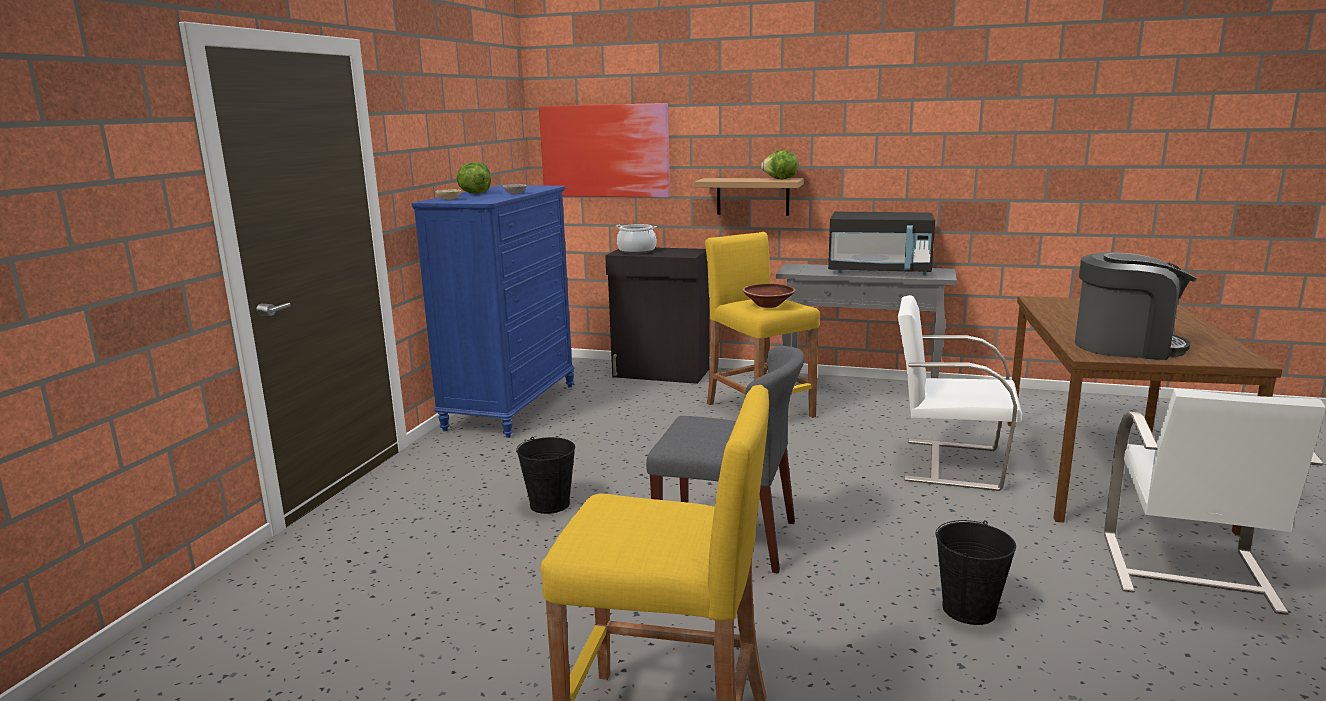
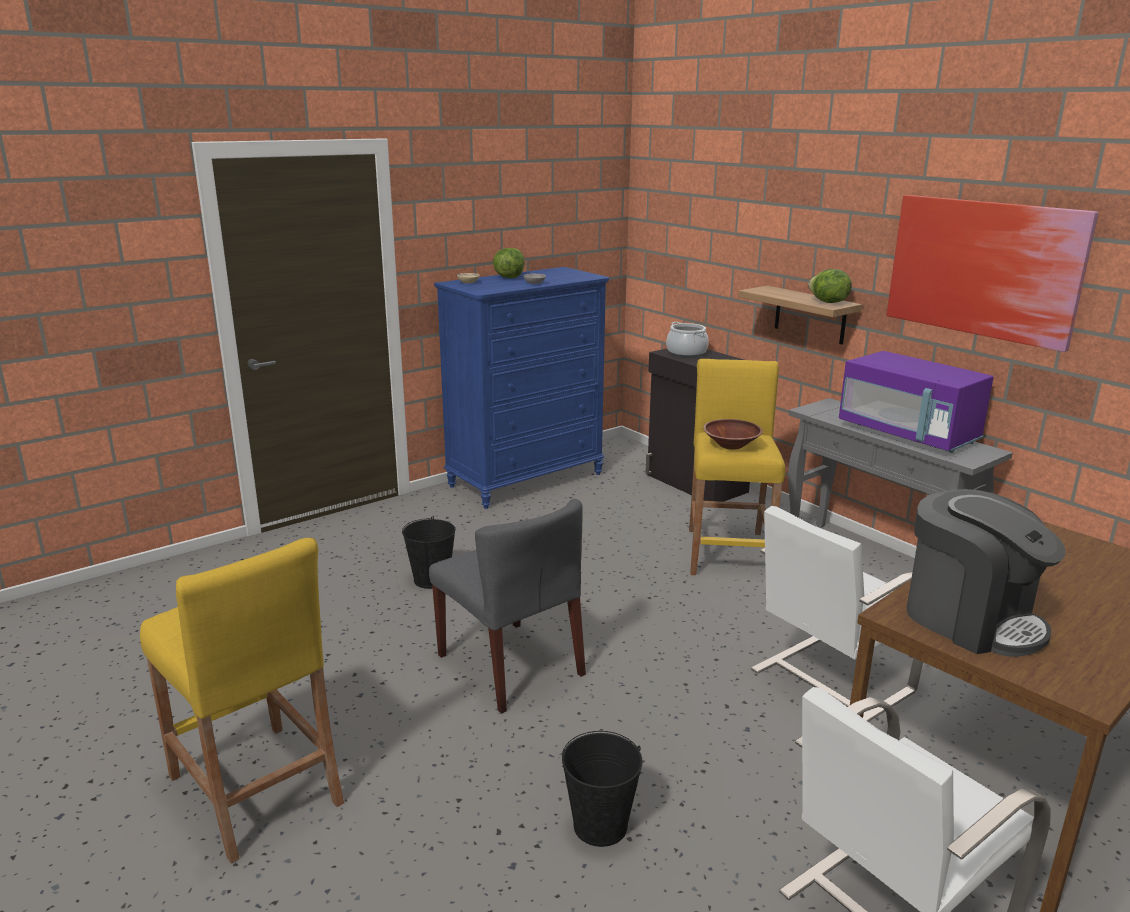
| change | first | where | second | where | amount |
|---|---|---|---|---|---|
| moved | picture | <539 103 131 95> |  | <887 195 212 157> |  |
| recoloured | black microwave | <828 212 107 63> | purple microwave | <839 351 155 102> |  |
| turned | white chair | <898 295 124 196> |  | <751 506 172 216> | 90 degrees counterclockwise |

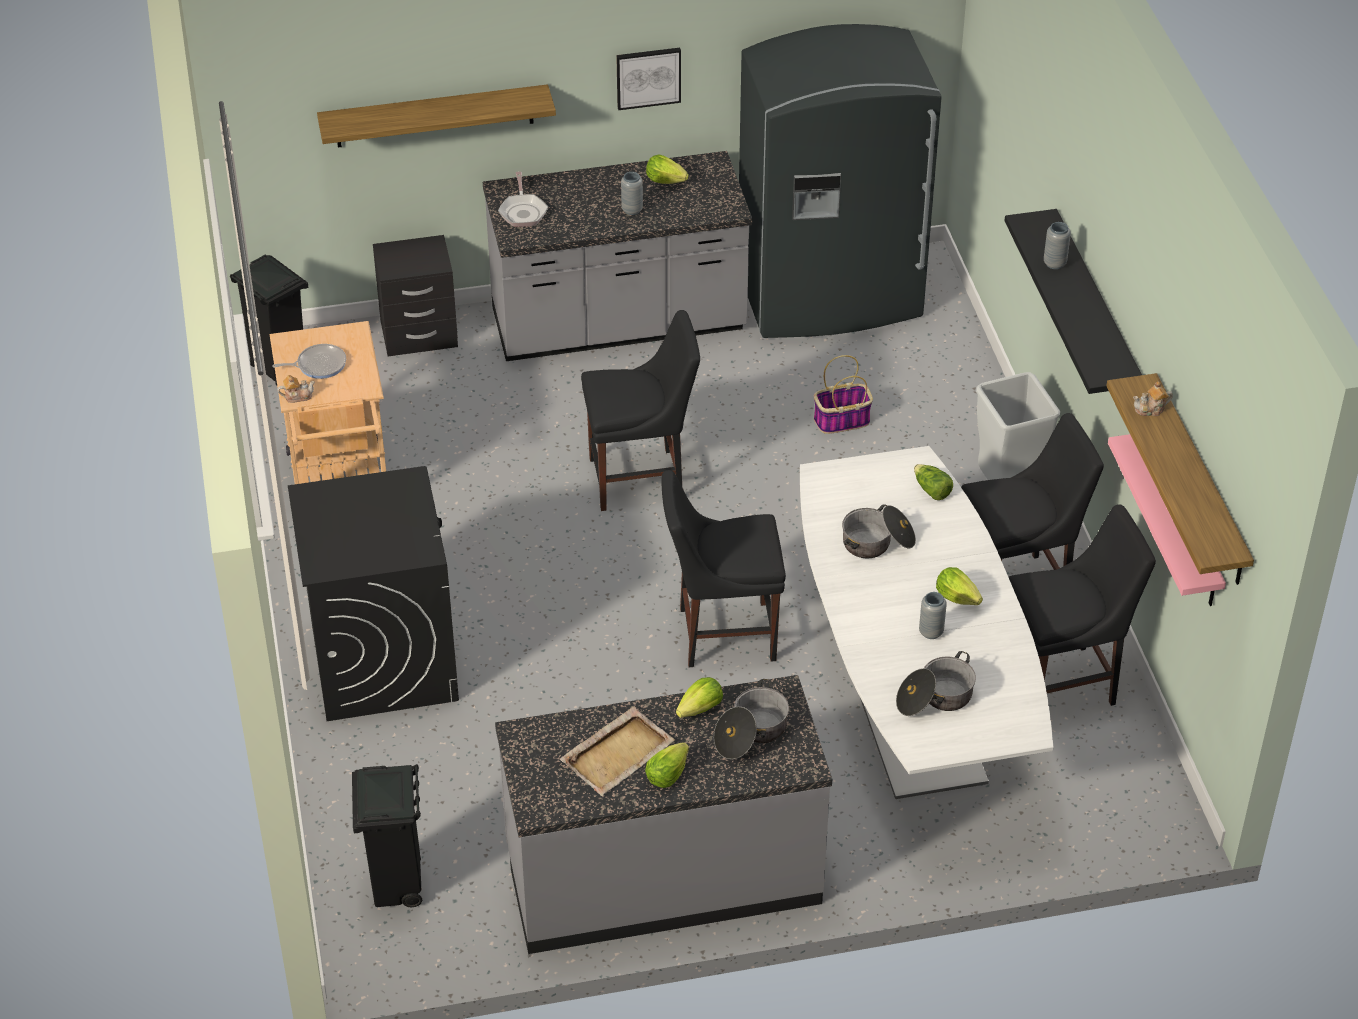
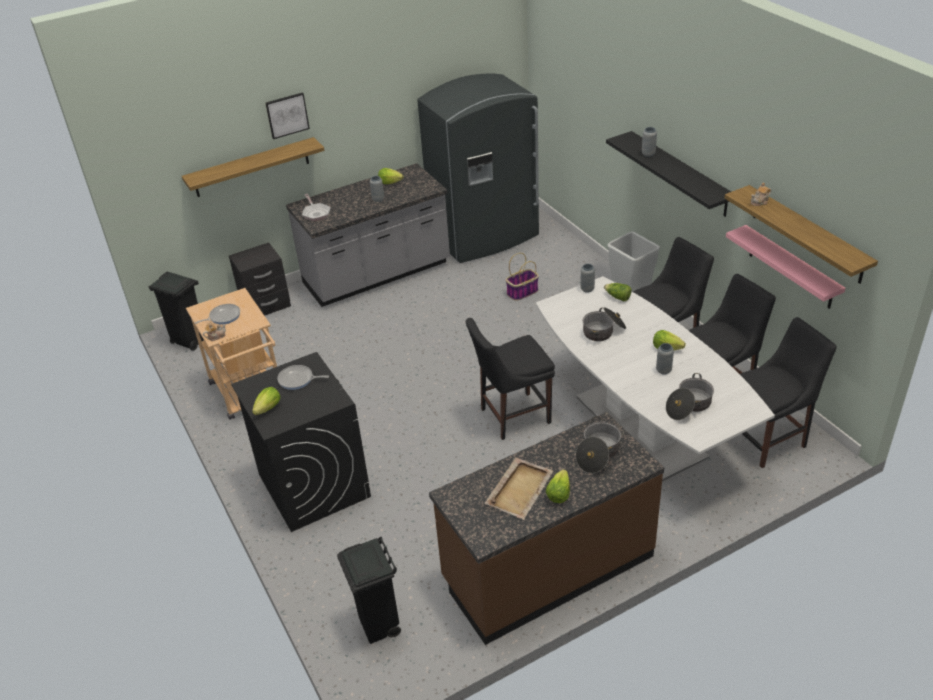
| change | first | where | second | where | amount |
|---|---|---|---|---|---|
| recoloured | grey counter | <495 675 337 279> | brown counter | <429 412 235 233> |  |
| moved | black chair | <581 310 119 201> |  | <740 317 97 151> |  |
| moved | picture | <616 48 65 62> |  | <265 93 45 46> |  |
| moved | lettuce | <676 677 47 41> |  | <252 387 29 28> |  |
| added |  |  | frying pan | <277 365 52 25> |  |
| added |  |  | grey vase | <580 264 15 29> |  |

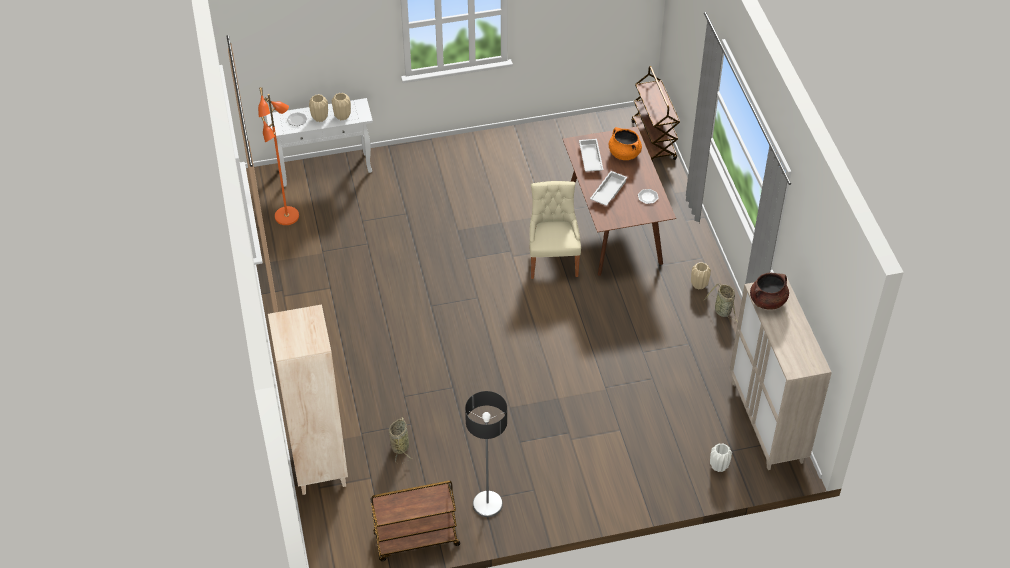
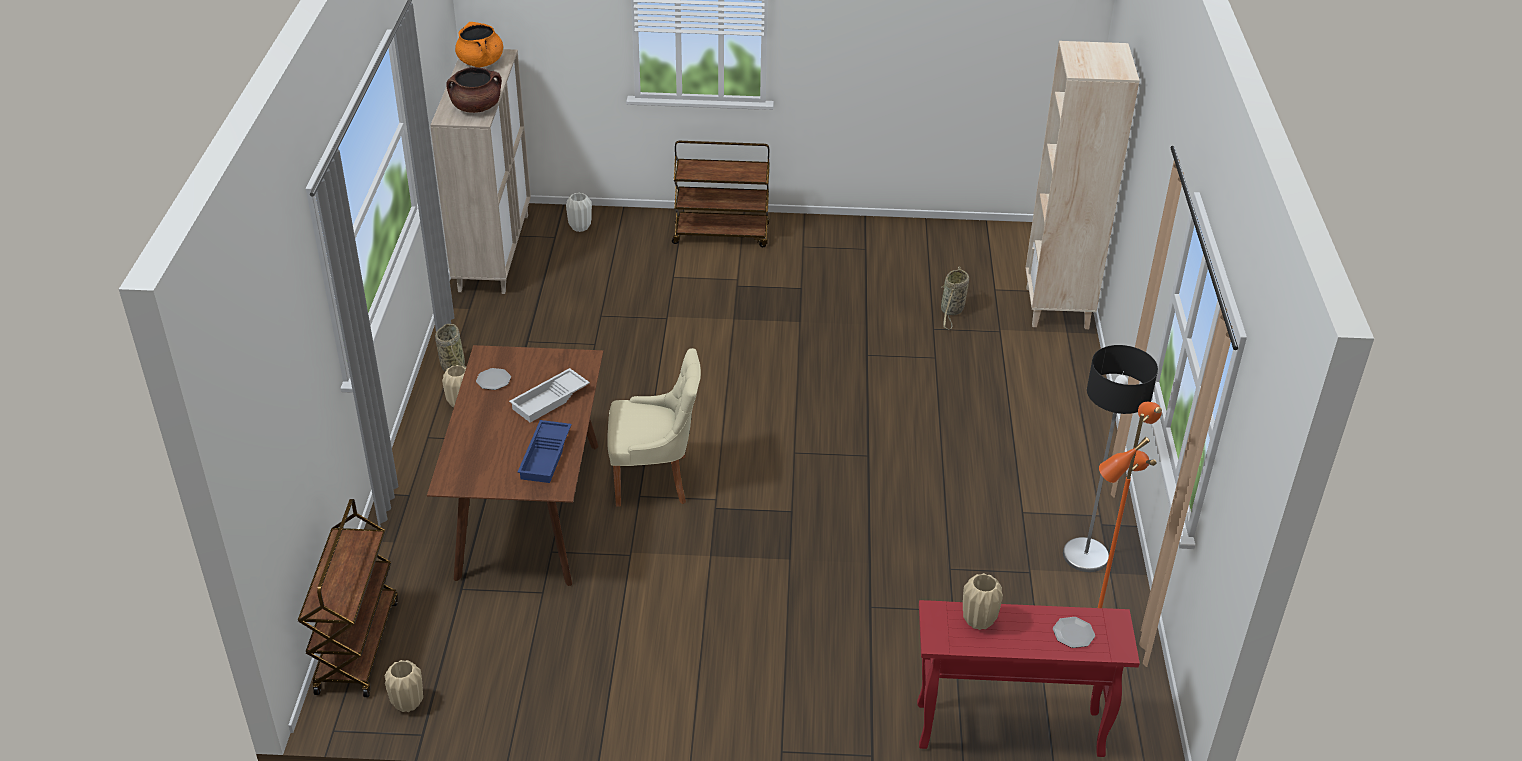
| change | first | where | second | where | amount |
|---|---|---|---|---|---|
| recoloured | white console table | <266 98 107 89> | red console table | <917 600 223 157> |  |
| moved | beige vase | <309 94 19 28> |  | <384 660 39 52> |  |
| moved | brown cart | <370 481 90 80> |  | <672 141 98 106> |  |
| moved | floor lamp | <465 391 42 126> |  | <1063 345 95 227> |  |
| turned | beige chair | <530 181 51 98> |  | <607 348 94 159> | 105 degrees counterclockwise |
| recoloured | white tray | <579 139 24 33> | blue tray | <518 420 54 63> |  |
| moved | orange cooking pot | <609 127 33 33> |  | <455 22 48 45> |  |

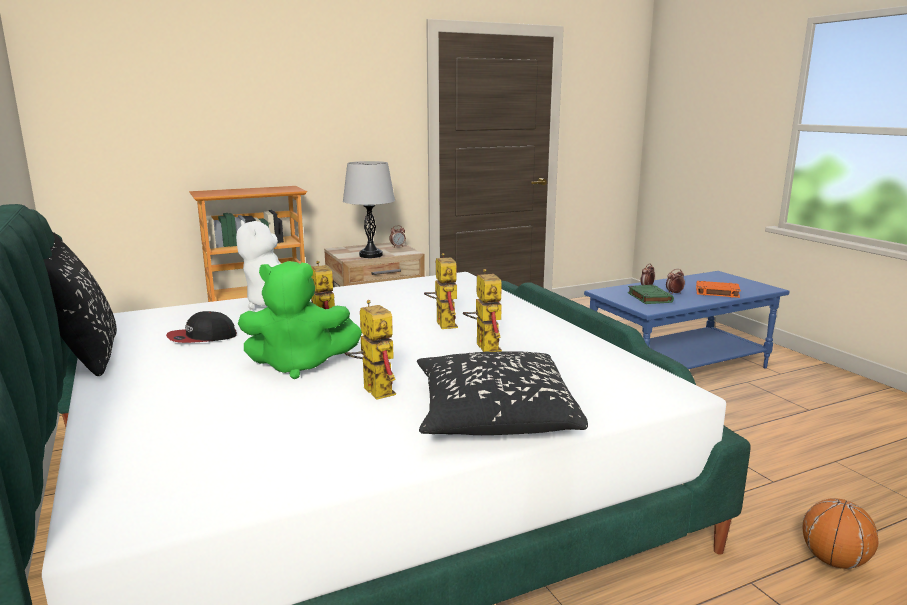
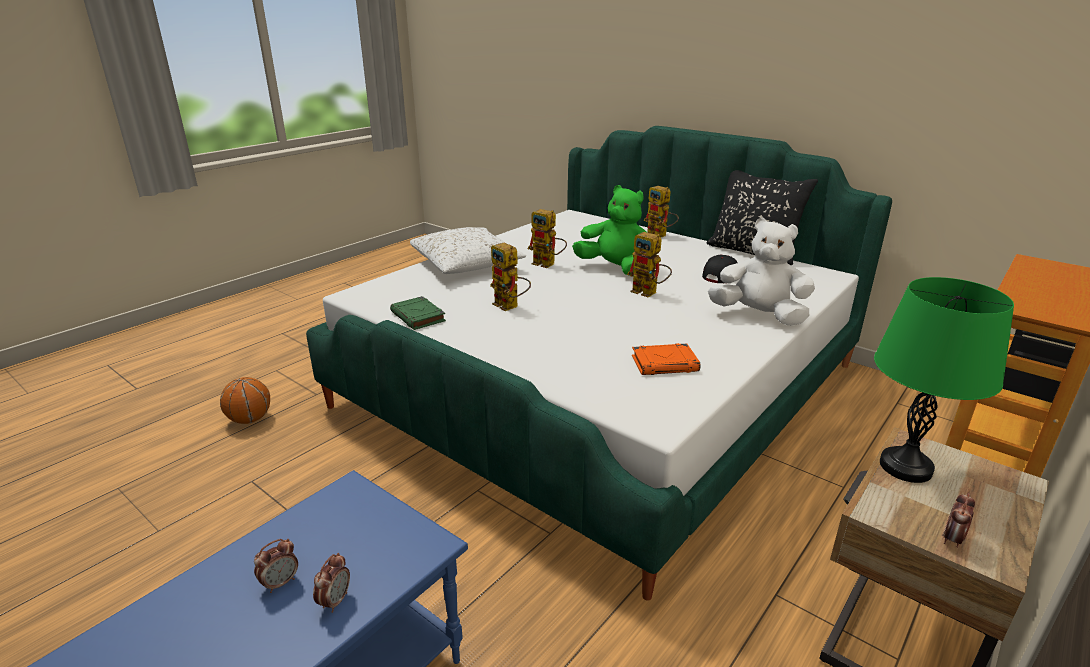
| change | first | where | second | where | amount |
|---|---|---|---|---|---|
| turned | green plush toy | <238 261 124 118> |  | <572 185 74 91> | 60 degrees clockwise |
| recoloured | grey table lamp | <343 161 52 97> | green table lamp | <874 277 140 206> |  |
| recoloured | black pillow | <417 351 171 84> | white pillow | <410 227 116 47> |  |
| moved | toy robot | <424 253 34 76> |  | <644 186 35 51> |  |
| moved | green book | <628 285 46 19> |  | <390 296 56 34> |  |
| moved | orange book | <696 281 45 17> |  | <632 343 68 32> |  |

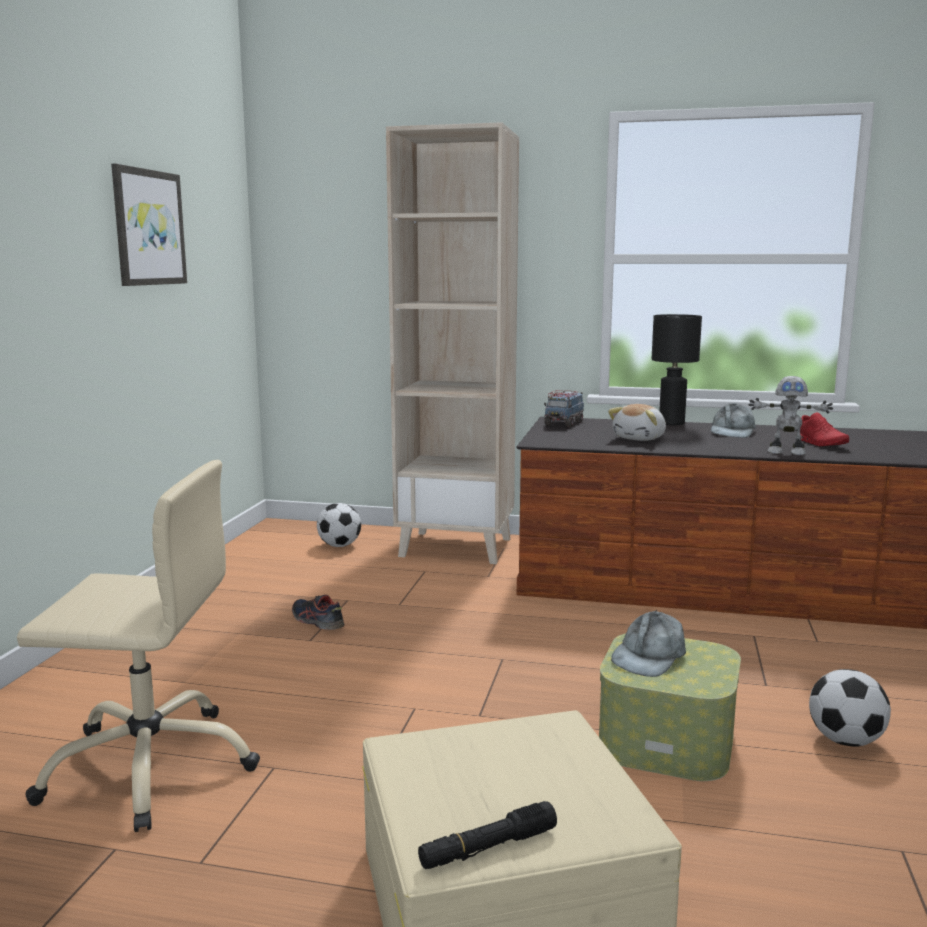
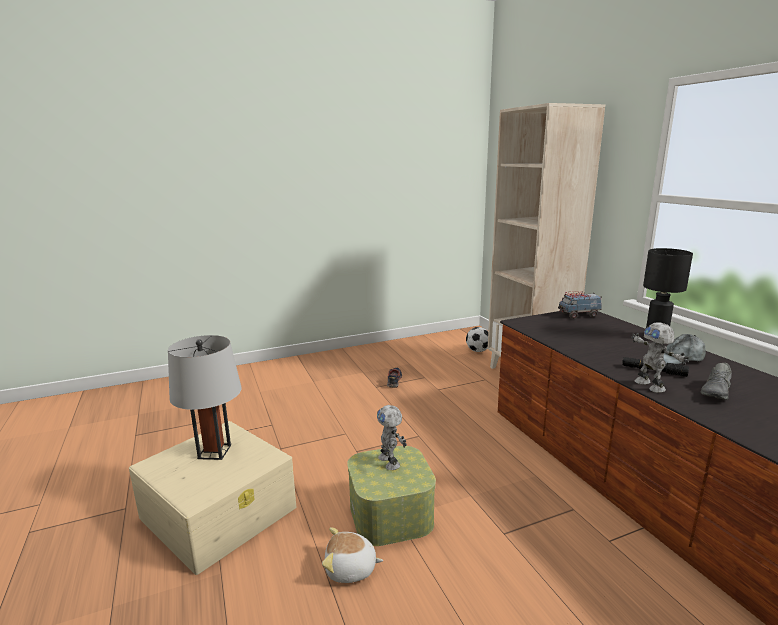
| change | first | where | second | where | amount |
|---|---|---|---|---|---|
| removed | beige office chair | <17 460 243 372> |  |  |  |
| removed | picture | <111 164 76 122> |  |  |  |
| moved | black flashlight | <418 801 139 68> |  | <622 357 67 20> |  |
| moved | plush toy | <608 404 58 37> |  | <322 527 61 56> |  |
| replaced | grey cap | <611 610 75 67> | toy robot | <377 405 30 65> |  |
| recoloured | red shoe | <800 412 49 34> | grey shoe | <701 363 31 37> |  |
| removed | football | <809 669 82 78> |  |  |  |
| added |  |  | grey table lamp | <168 335 73 125> |  |

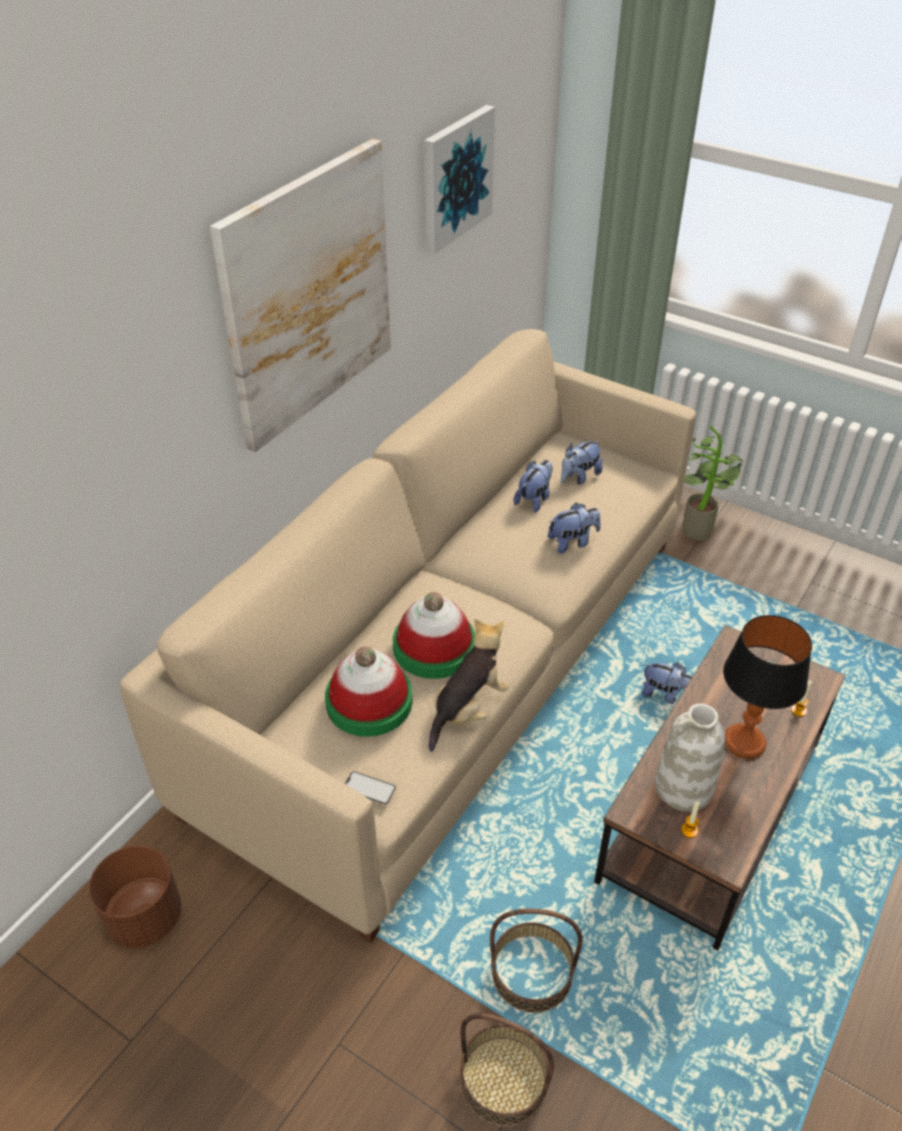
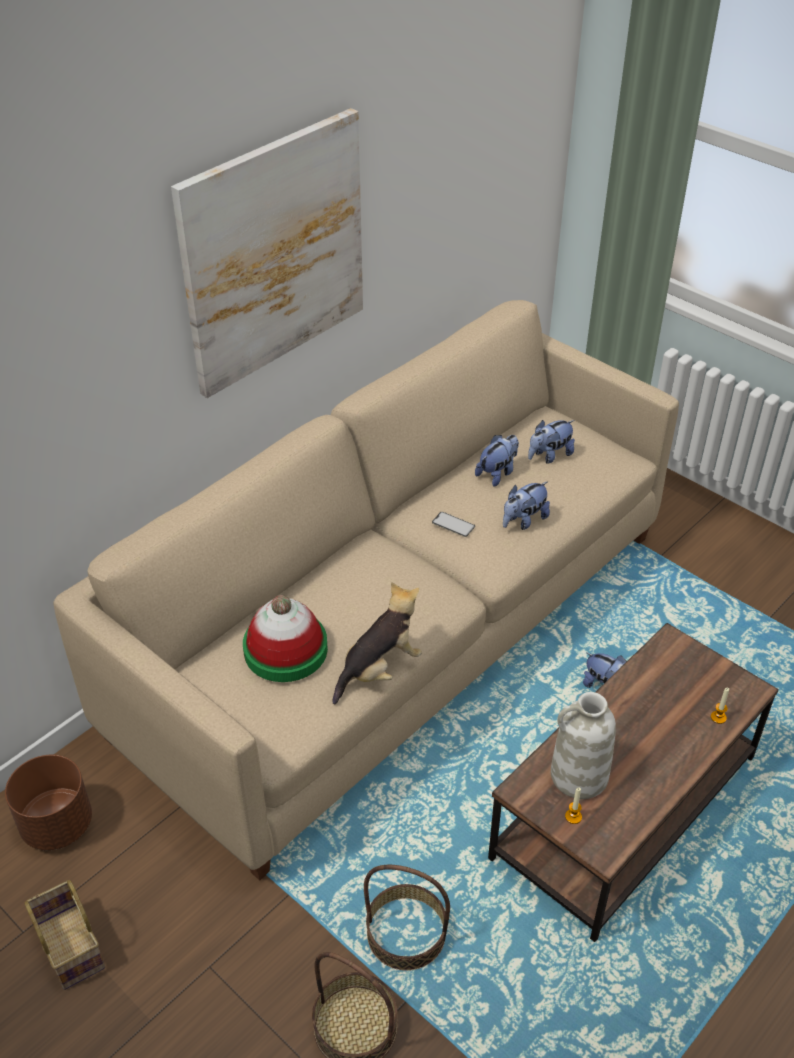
| change | first | where | second | where | amount |
|---|---|---|---|---|---|
| moved | phone | <345 771 51 34> |  | <432 512 43 25> |  |
| removed | hat | <393 592 82 87> |  |  |  |
| removed | picture | <424 105 71 149> |  |  |  |
| turned | plush toy | <548 503 53 51> |  | <503 481 47 49> | 150 degrees clockwise |
| removed | potted plant | <683 426 60 115> |  |  |  |
| removed | table lamp | <723 615 89 144> |  |  |  |
| added |  |  | basket | <24 880 81 110> |  |

